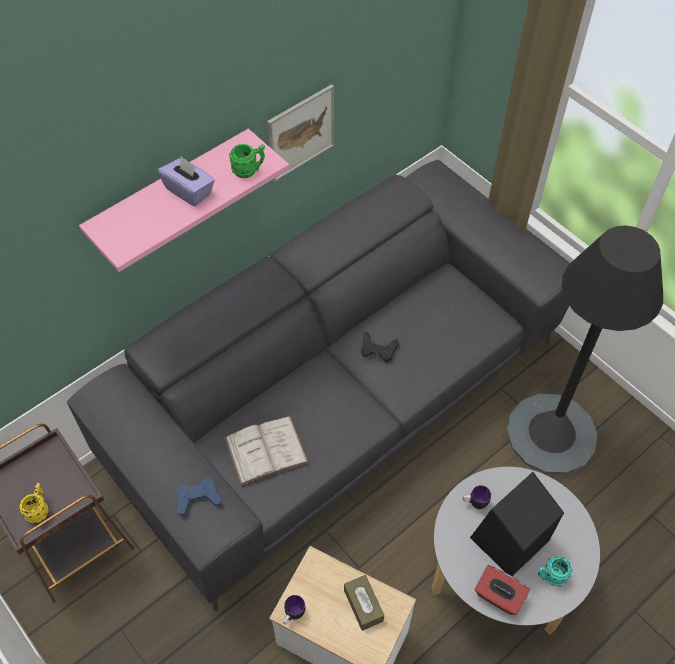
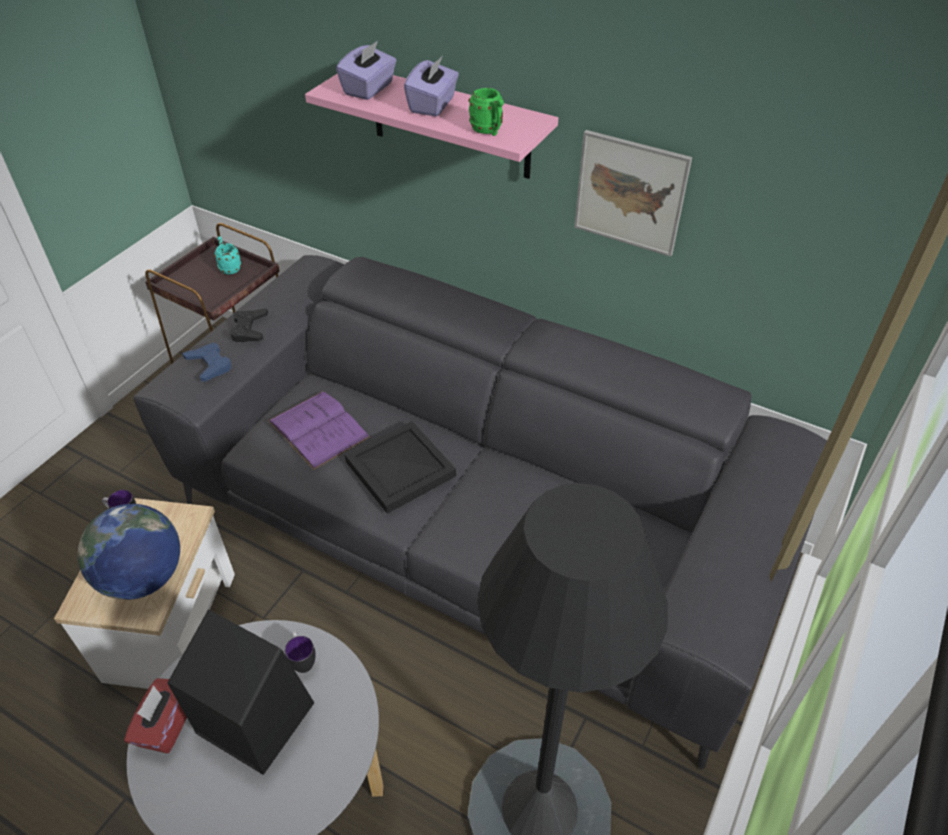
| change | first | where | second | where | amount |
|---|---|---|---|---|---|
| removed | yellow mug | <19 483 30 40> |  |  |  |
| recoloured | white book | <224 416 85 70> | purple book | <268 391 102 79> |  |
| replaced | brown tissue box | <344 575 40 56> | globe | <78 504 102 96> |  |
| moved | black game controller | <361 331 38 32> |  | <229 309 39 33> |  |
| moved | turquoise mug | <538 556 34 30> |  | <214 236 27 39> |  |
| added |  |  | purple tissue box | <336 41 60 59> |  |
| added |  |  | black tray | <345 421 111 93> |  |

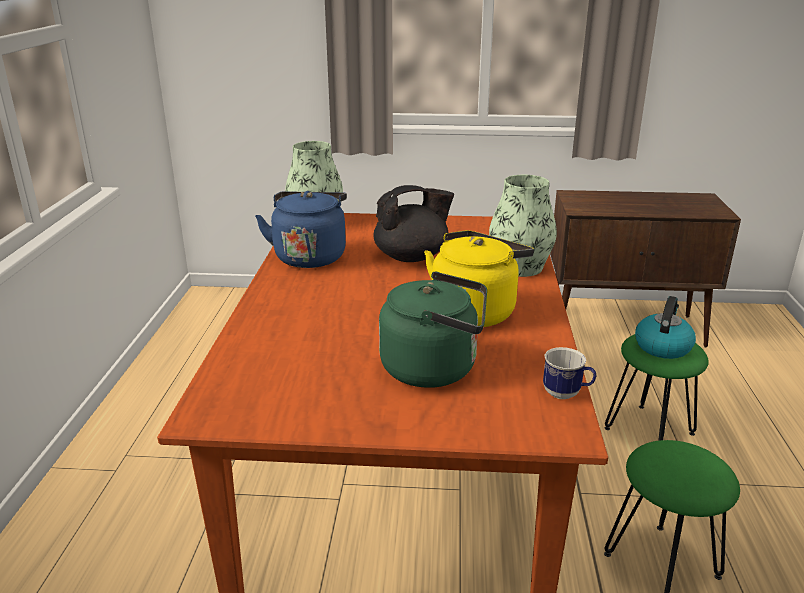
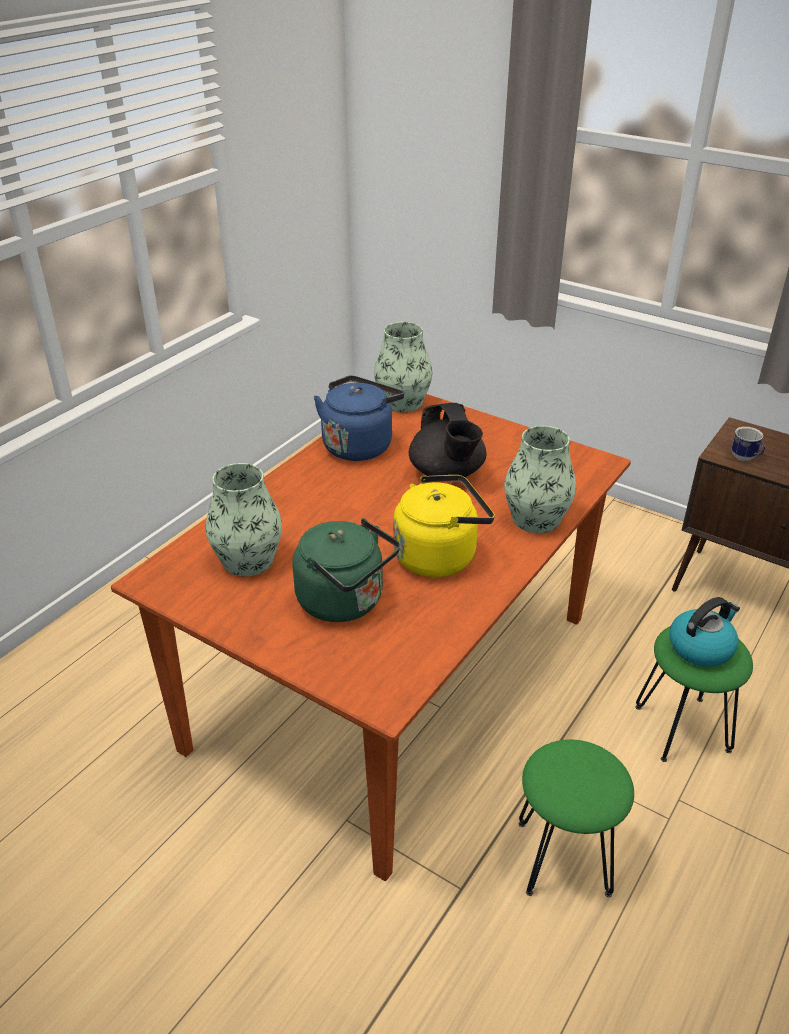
| change | first | where | second | where | amount |
|---|---|---|---|---|---|
| turned | black teapot | <373 185 81 77> |  | <409 403 78 74> | 60 degrees clockwise |
| moved | mug | <543 347 53 52> |  | <732 427 33 34> |  |
| added |  |  | vase | <205 463 77 114> |  |

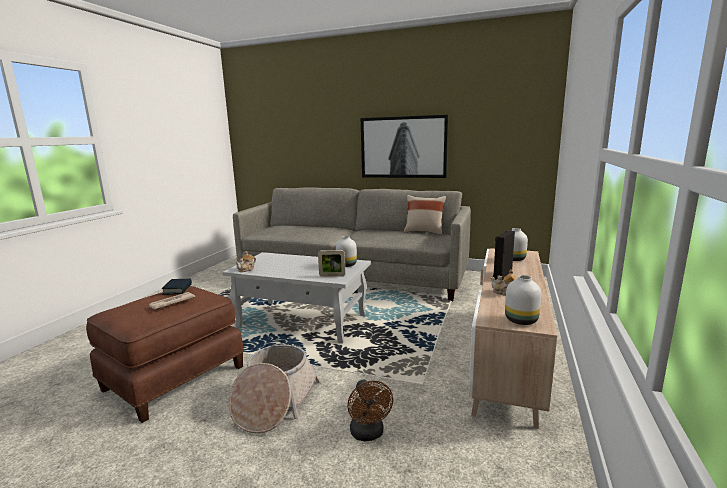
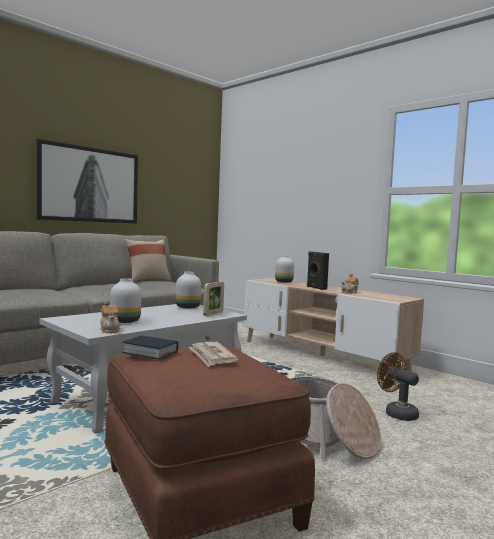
| change | first | where | second | where | amount |
|---|---|---|---|---|---|
| turned | brown fan | <348 380 45 62> |  | <377 352 42 69> | 135 degrees counterclockwise |
| moved | white vase | <505 275 36 50> |  | <110 278 31 45> |  |

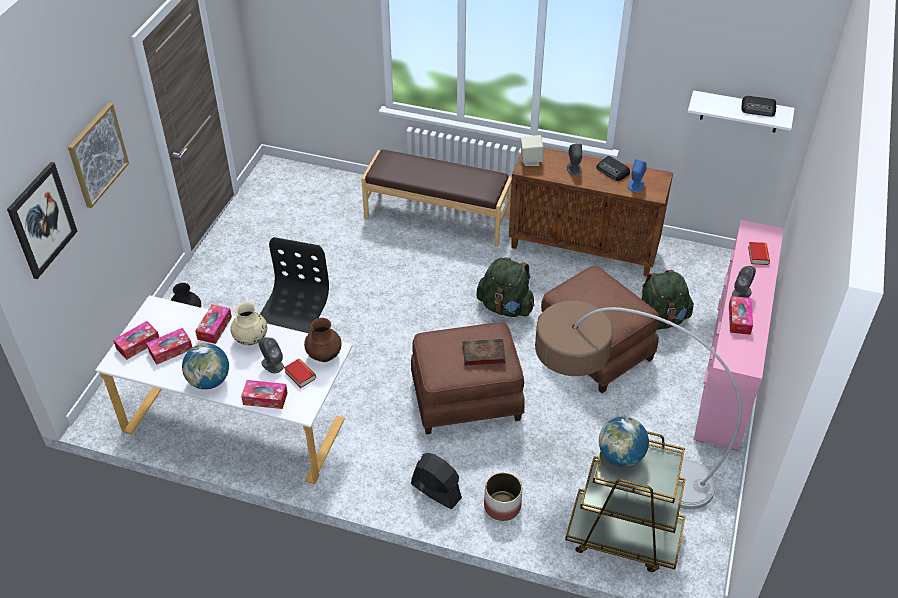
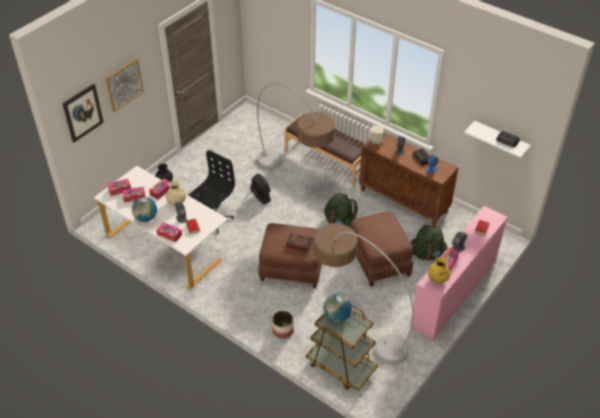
| change | first | where | second | where | amount |
|---|---|---|---|---|---|
| removed | brown vase | <304 318 38 44> |  |  |  |
| moved | black fan | <411 453 51 56> |  | <251 174 20 30> |  |
| added |  |  | floor lamp | <256 83 79 86> |  |
| added |  |  | yellow vase | <428 257 23 26> |  |

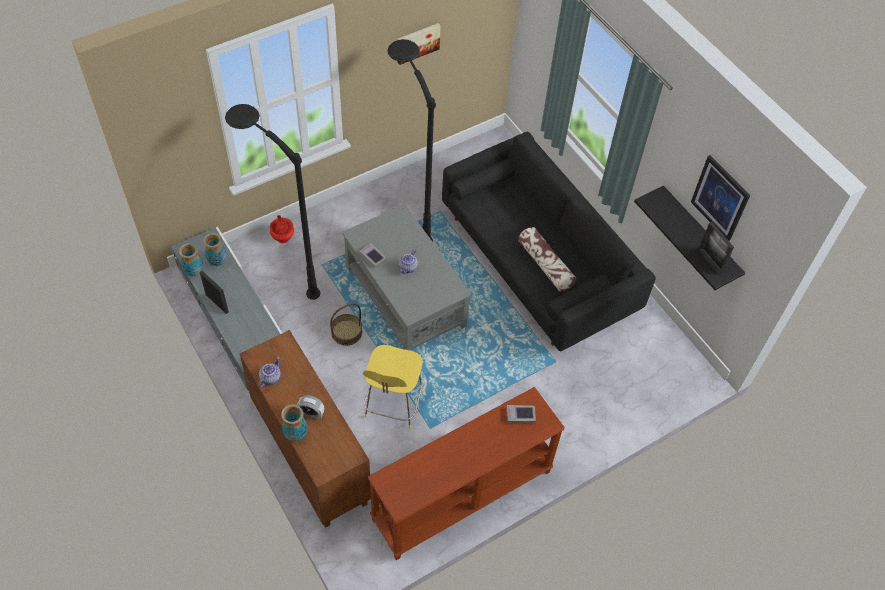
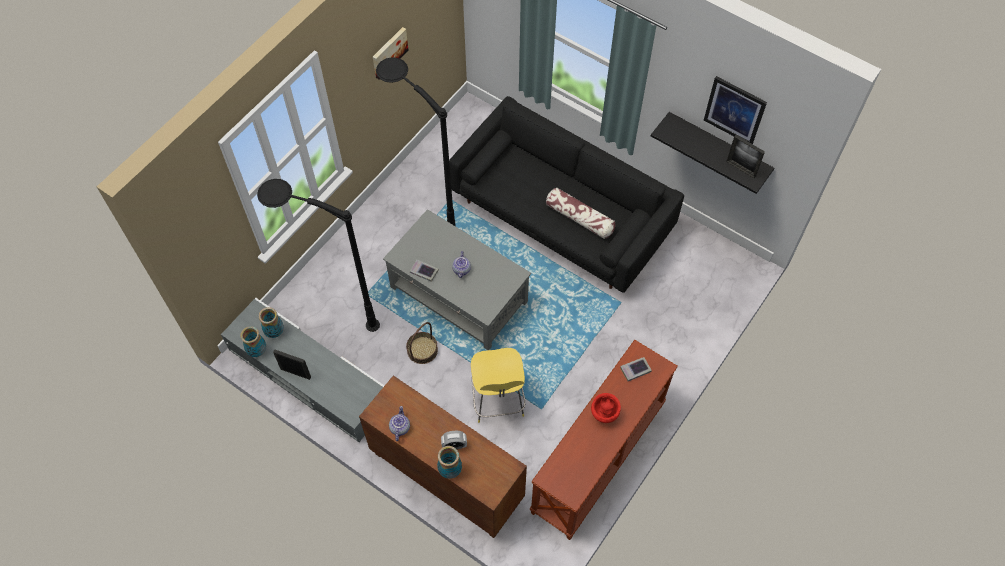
| change | first | where | second | where | amount |
|---|---|---|---|---|---|
| moved | red vase | <270 215 24 28> |  | <591 393 30 30> |  |

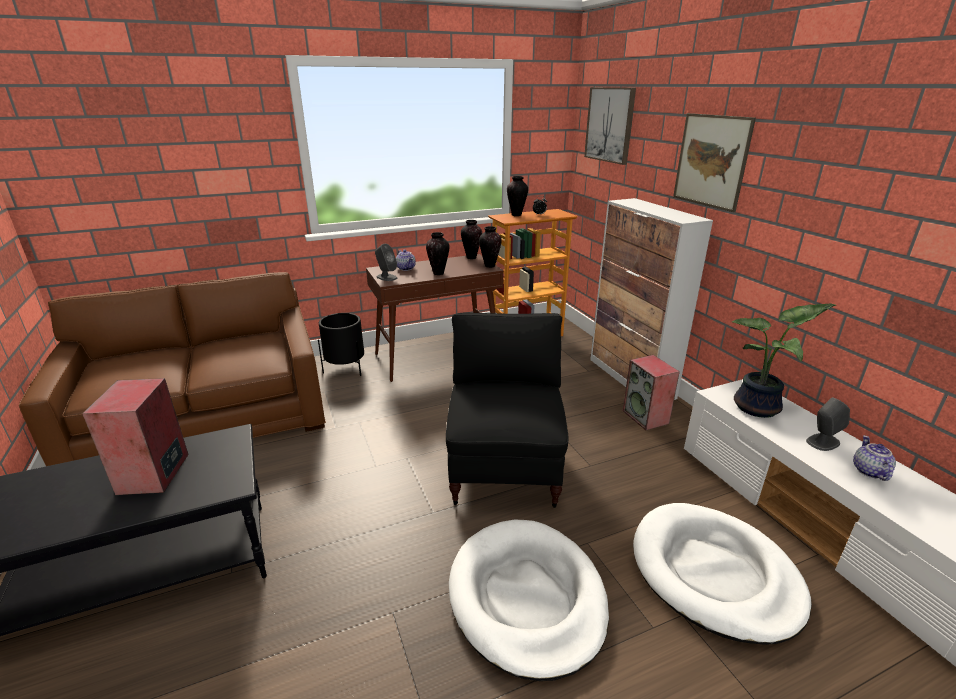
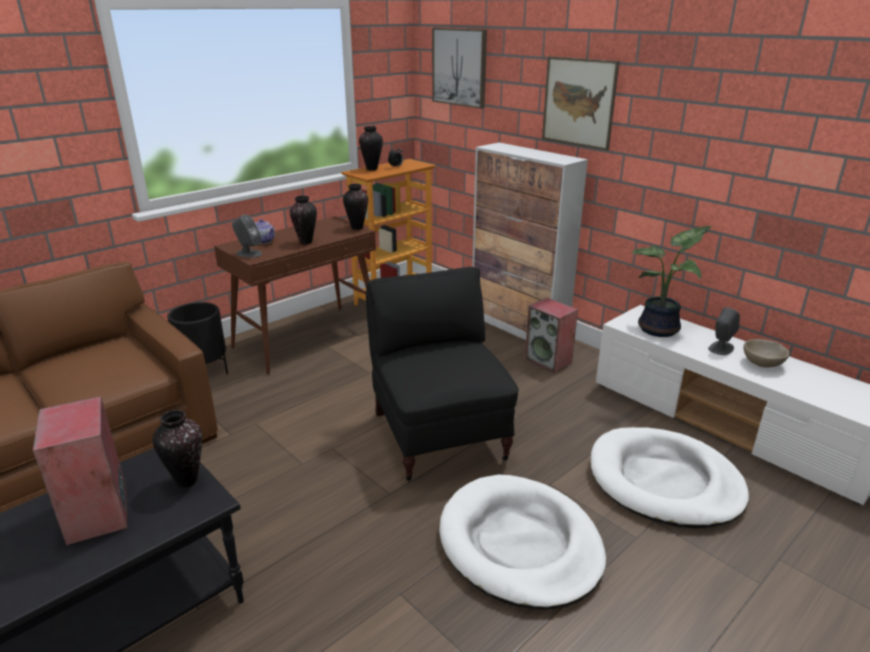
| change | first | where | second | where | amount |
|---|---|---|---|---|---|
| moved | vase | <461 220 21 39> |  | <152 410 50 78> |  |
| replaced | teapot | <853 435 43 46> | beige bowl | <744 339 45 29> |  |

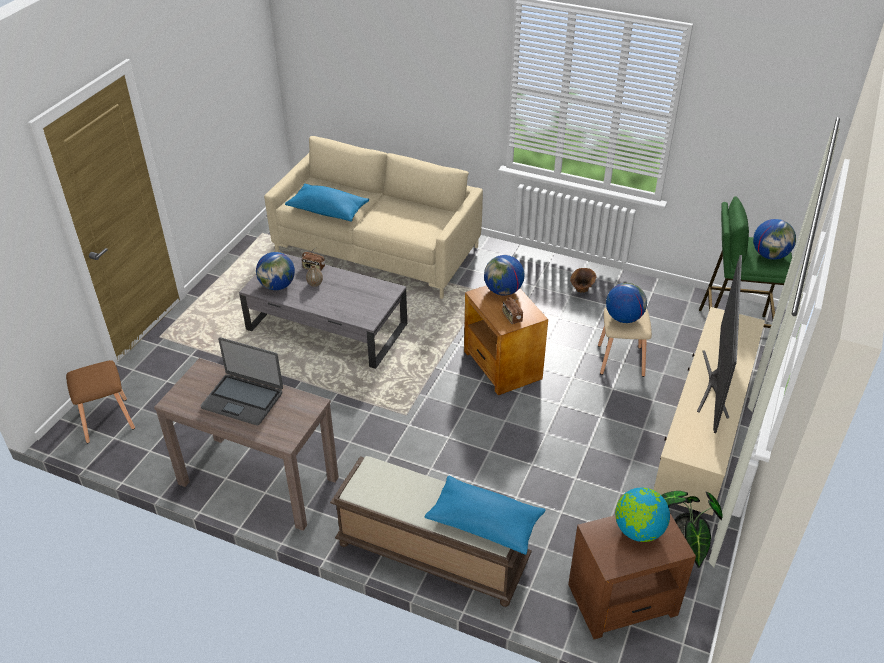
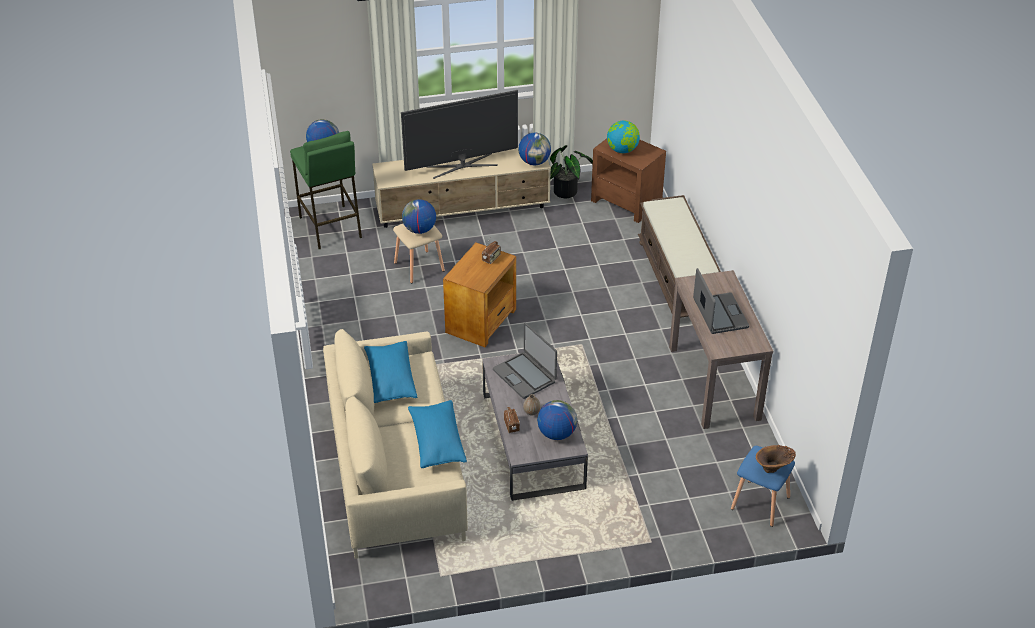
| change | first | where | second | where | amount |
|---|---|---|---|---|---|
| recoloured | brown stool | <66 360 69 83> | blue stool | <731 446 64 81> |  |
| moved | blue pillow | <425 476 121 79> |  | <364 341 53 62> |  |
| moved | globe | <484 255 40 41> |  | <519 133 32 32> |  |
| moved | brown vase | <570 268 26 25> |  | <756 445 40 28> |  |
| added |  |  | laptop | <493 323 64 76> |  |

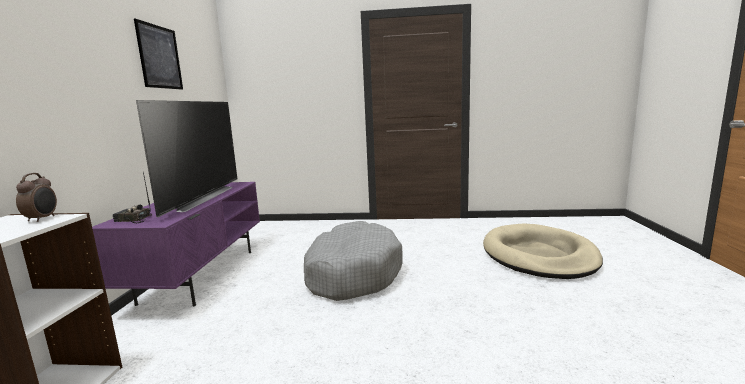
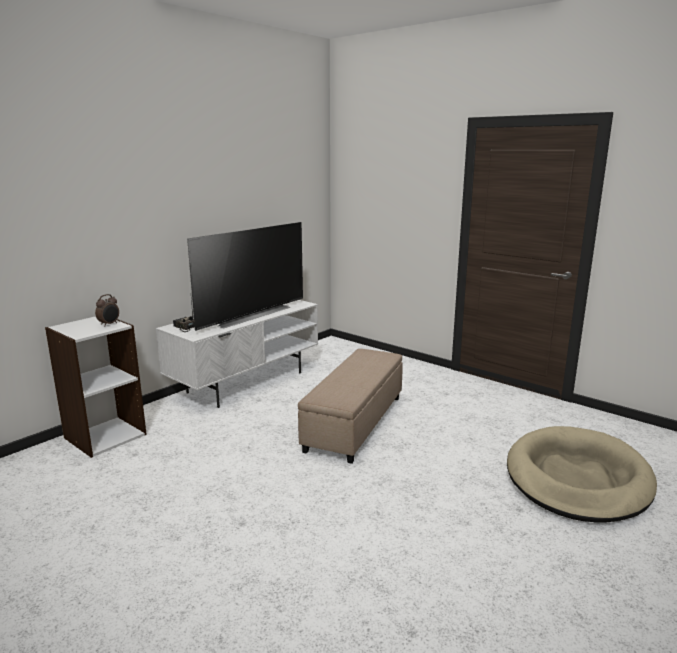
| change | first | where | second | where | amount |
|---|---|---|---|---|---|
| recoloured | purple tv stand | <92 182 168 124> | white tv stand | <156 300 162 108> |  |
| removed | picture | <134 19 49 71> |  |  |  |
| replaced | grey dog bed | <304 221 99 80> | beige ottoman | <298 349 105 115> |  |

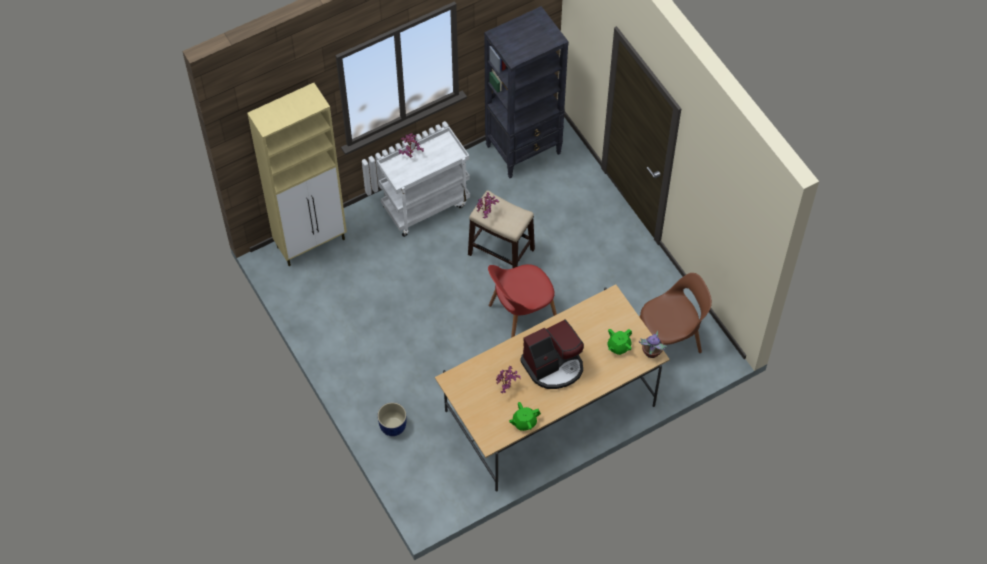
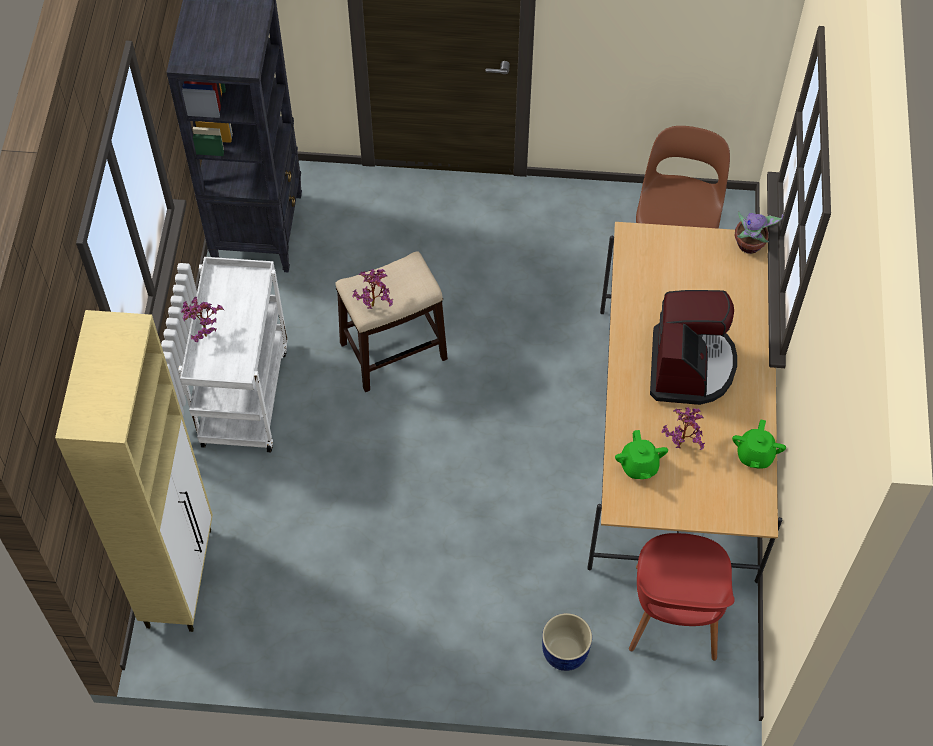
| change | first | where | second | where | amount |
|---|---|---|---|---|---|
| moved | red chair | <488 264 69 74> |  | <629 533 106 128> |  |
| moved | green teapot | <607 329 25 26> |  | <615 430 53 50> |  |

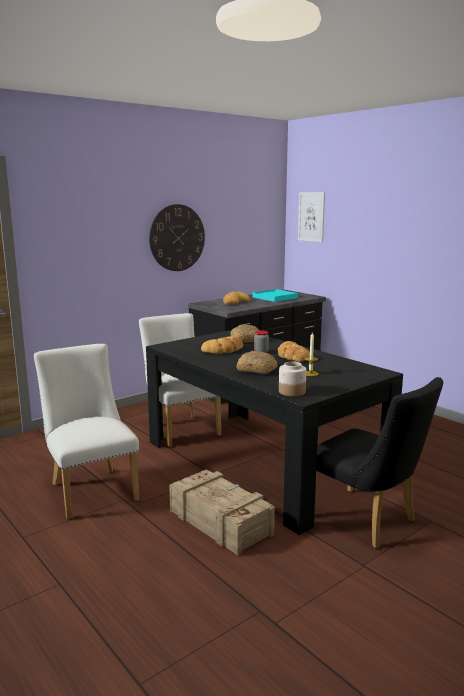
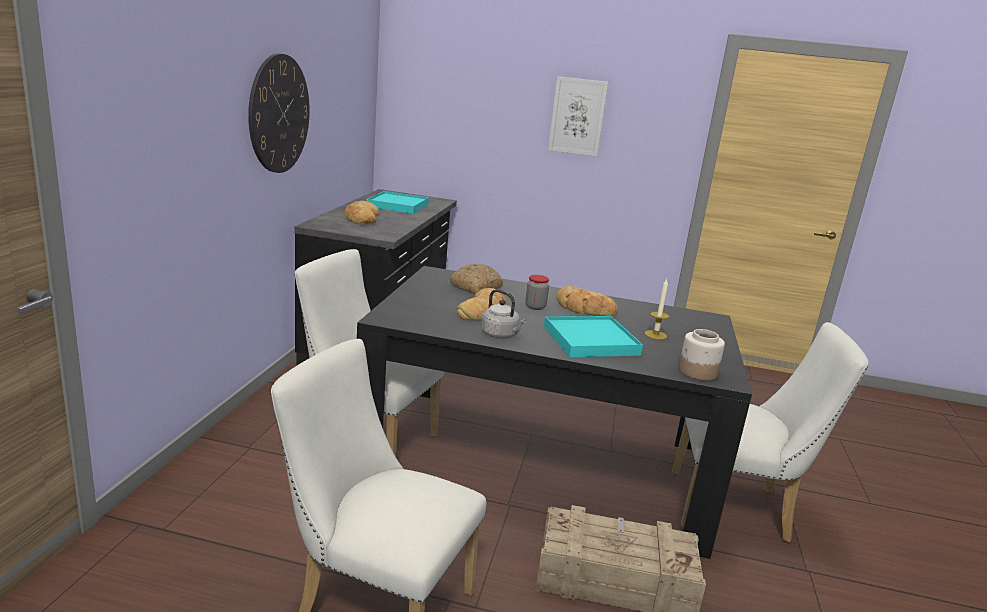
| change | first | where | second | where | amount |
|---|---|---|---|---|---|
| replaced | bread | <237 351 41 23> | turquoise tray | <544 316 99 41> |  |
| moved | picture | <298 192 27 50> |  | <548 76 60 81> |  |
| recoloured | black chair | <316 377 127 171> | white chair | <672 322 196 221> |  |
| added |  |  | grey kettle | <481 289 45 50> |  |

